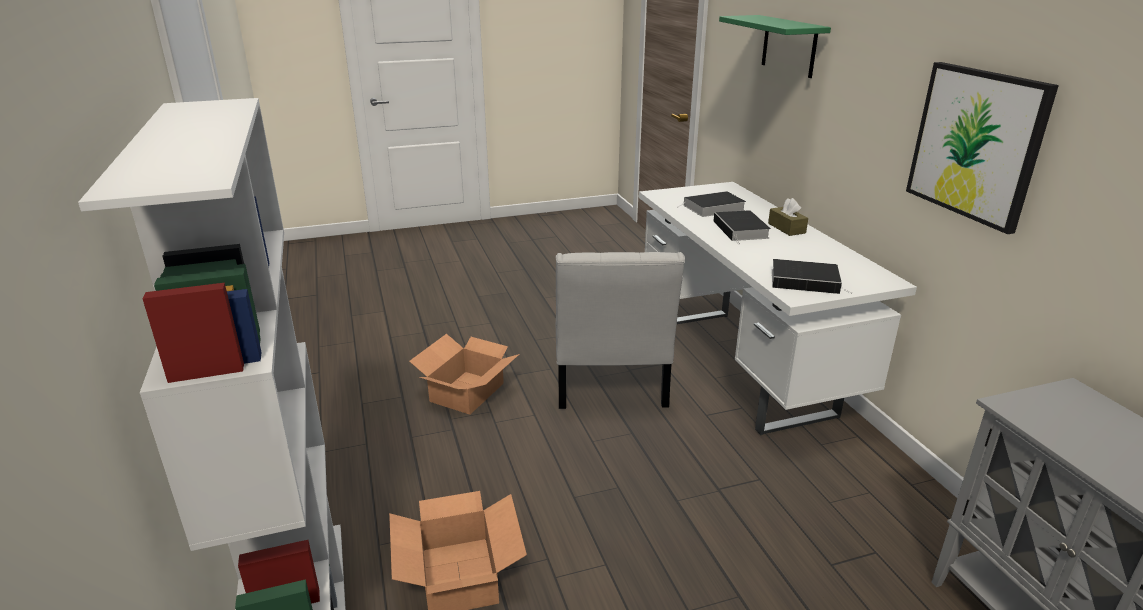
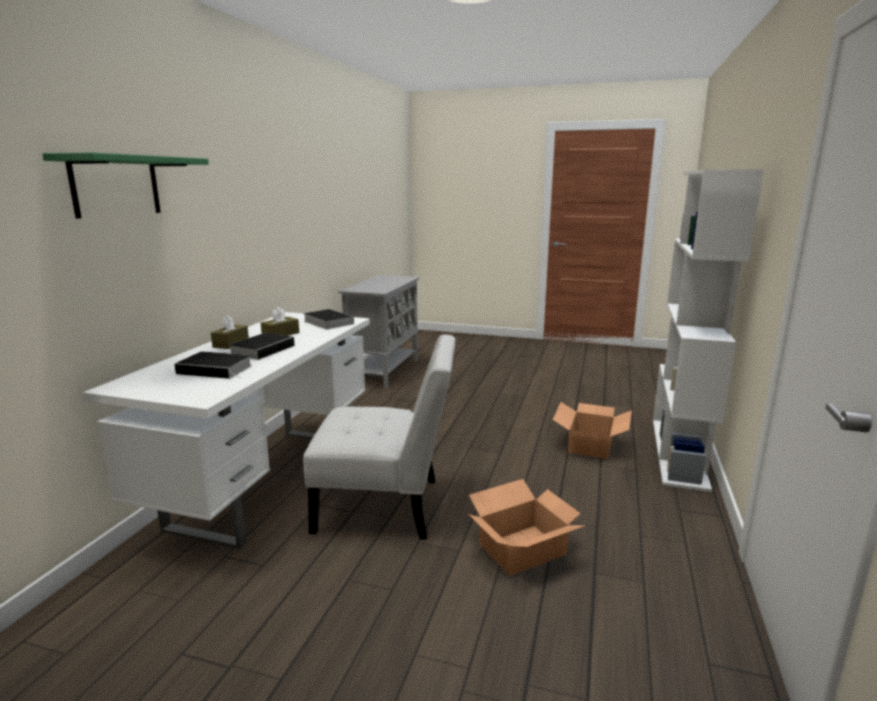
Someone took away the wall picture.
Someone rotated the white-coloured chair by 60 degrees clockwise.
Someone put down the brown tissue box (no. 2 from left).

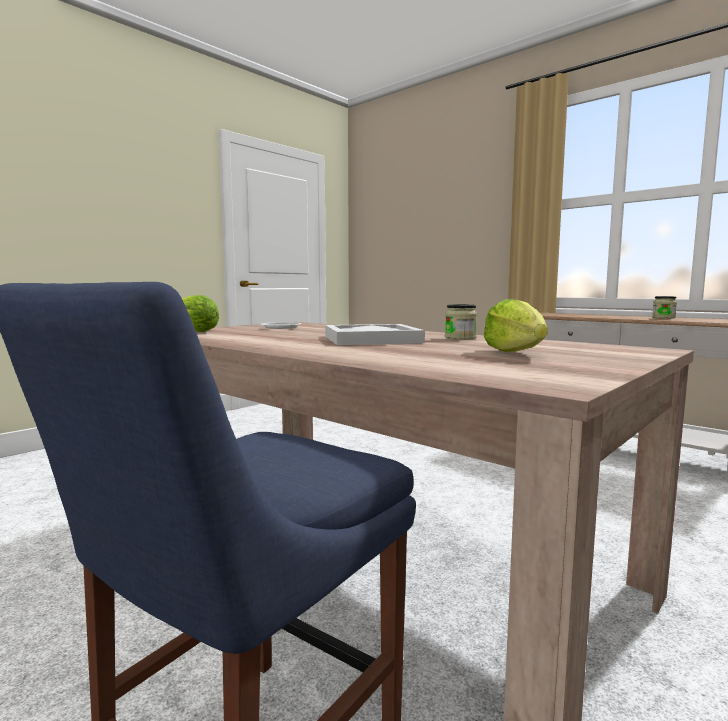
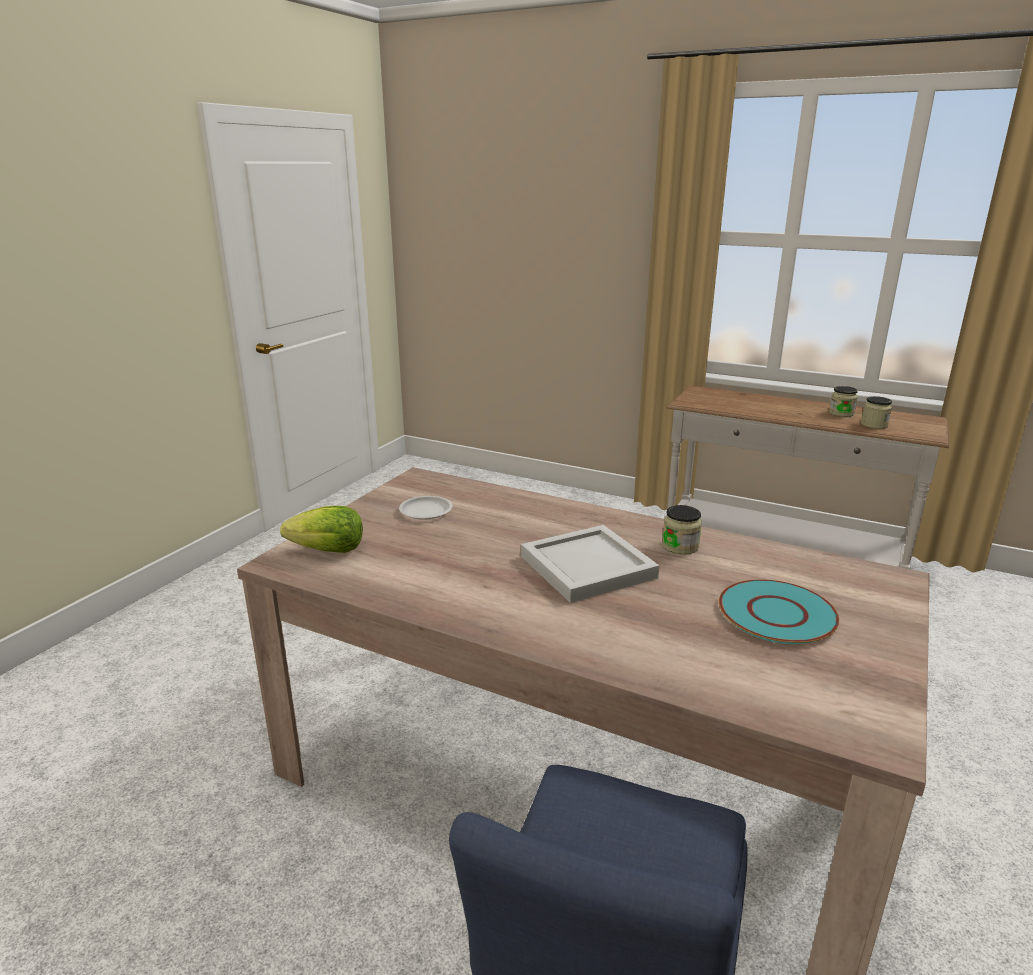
Someone swapped the head of lettuce (no. 2 from left) for the blue-green dinner plate.
Someone put down the preserve jar (no. 3 from left).

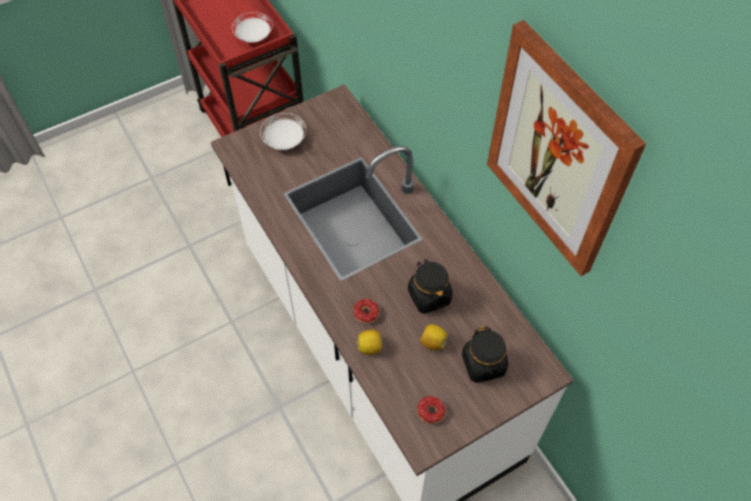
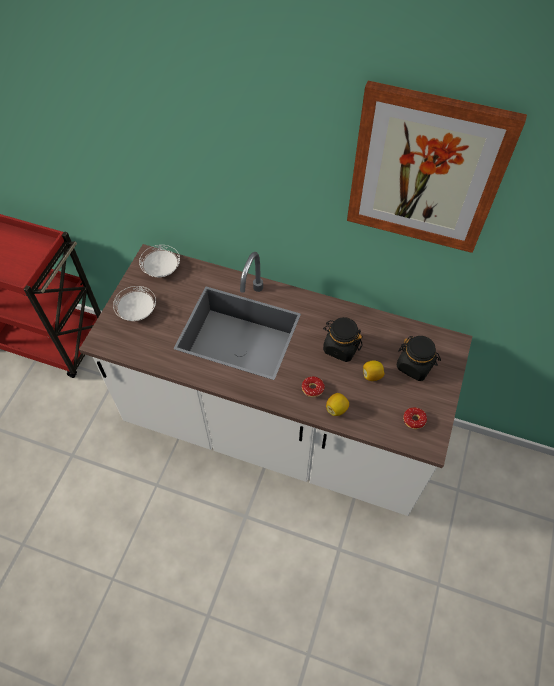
Someone carried the white-coloured dinner plate (no. 1 from left in the first image).

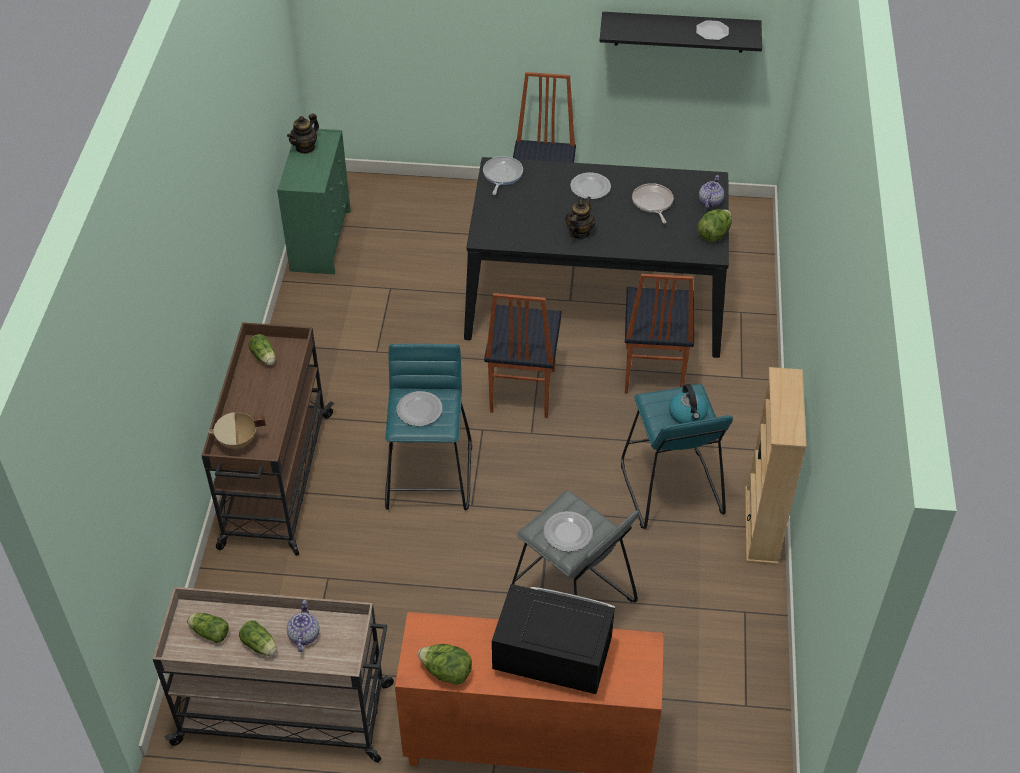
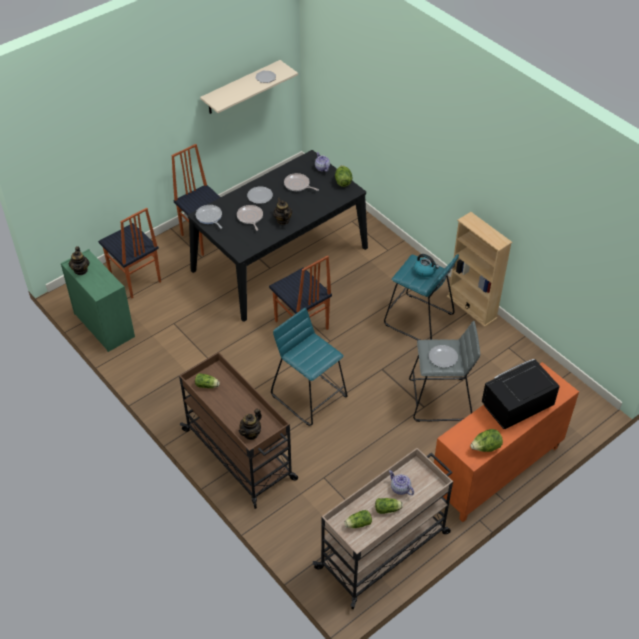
Someone repainted the black wall shelf, which became the sand-coloured wall shelf.
Someone carried the chair (no. 3 from left in the first image).
Someone took away the dinner plate (no. 1 from left).
Someone swapped the sand-coloured cooking pot for the teapot (no. 2 from left).
Someone put down the skillet (no. 2 from left).

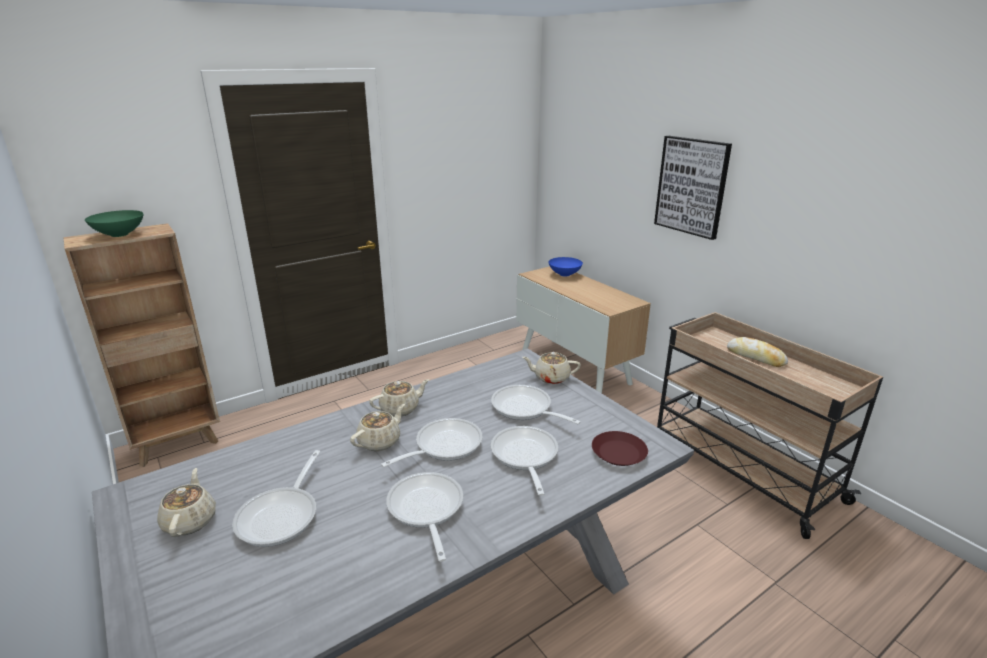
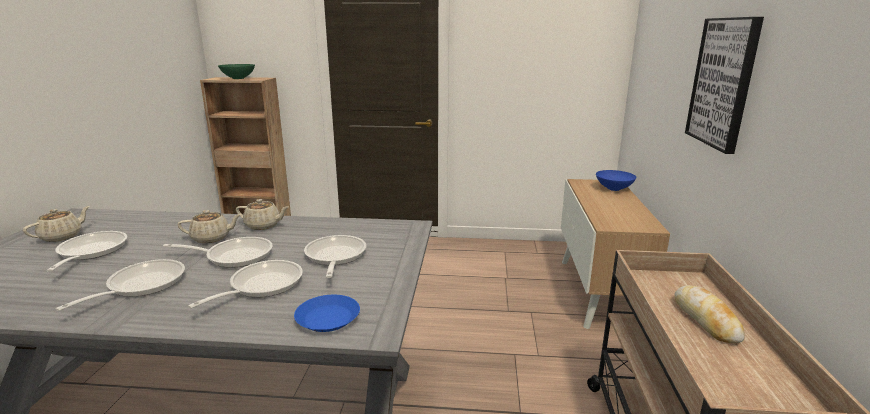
Someone took away the sand-coloured teapot (no. 4 from left).
Someone repainted the brown dinner plate, which became the blue dinner plate.
Someone rotated the skillet (no. 1 from left) by 120 degrees clockwise.

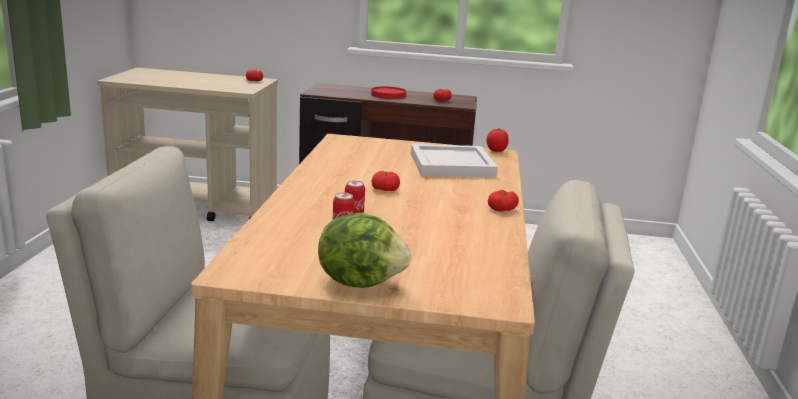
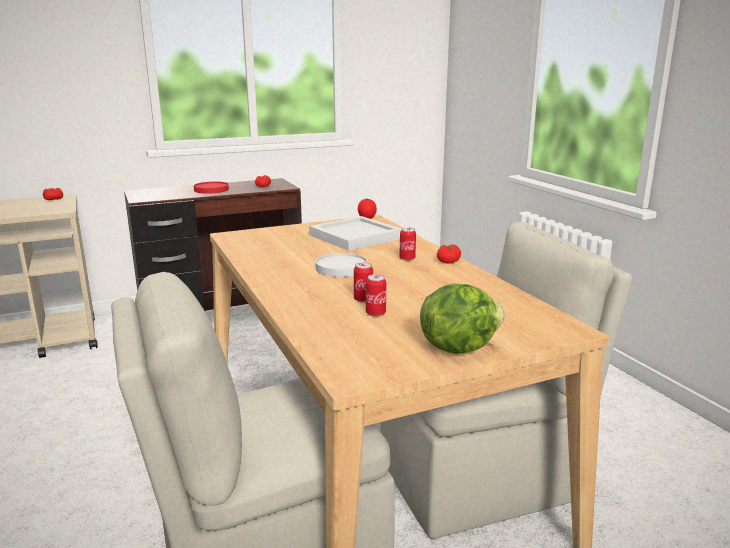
Someone swapped the tomato (no. 2 from left) for the white-coloured dinner plate.
Someone put down the sealed can (no. 3 from left).

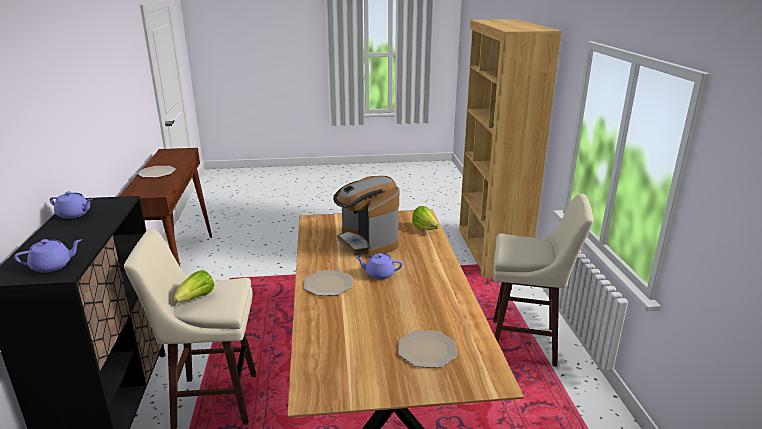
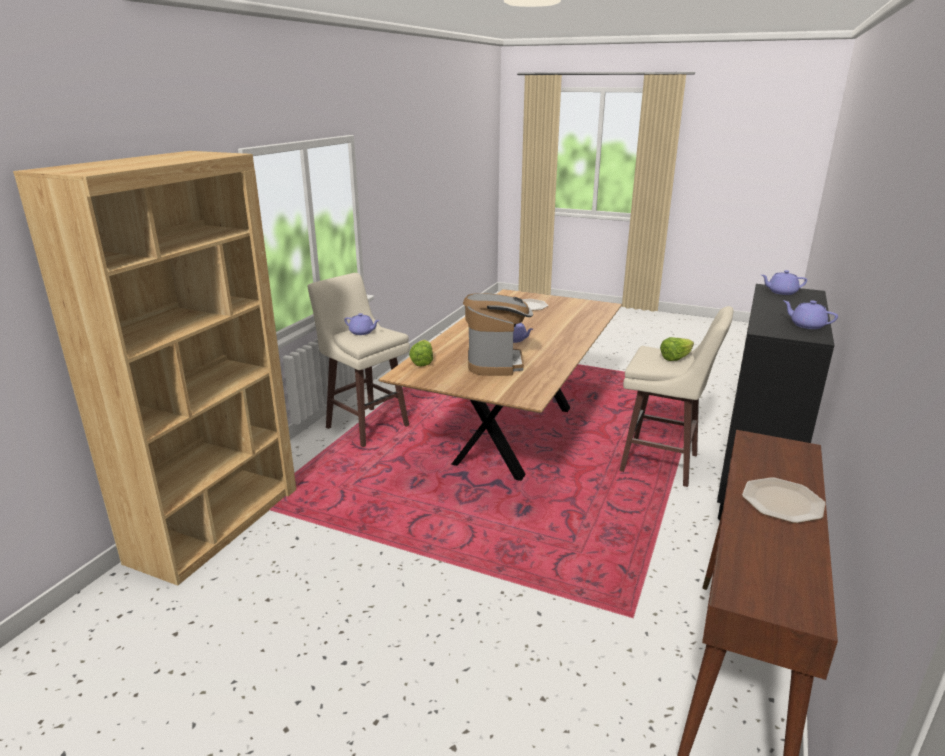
Someone took away the dinner plate (no. 2 from left).
Someone put down the purple teapot (no. 1 from left).

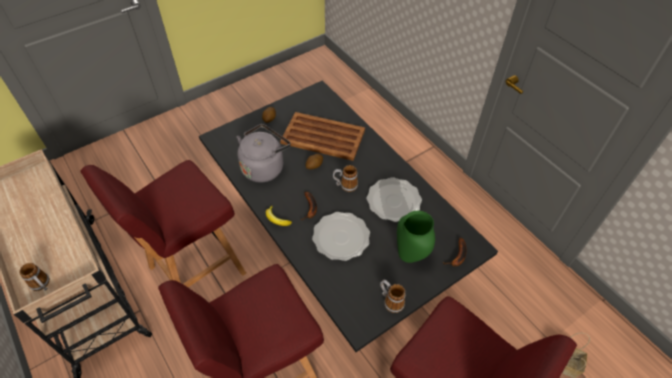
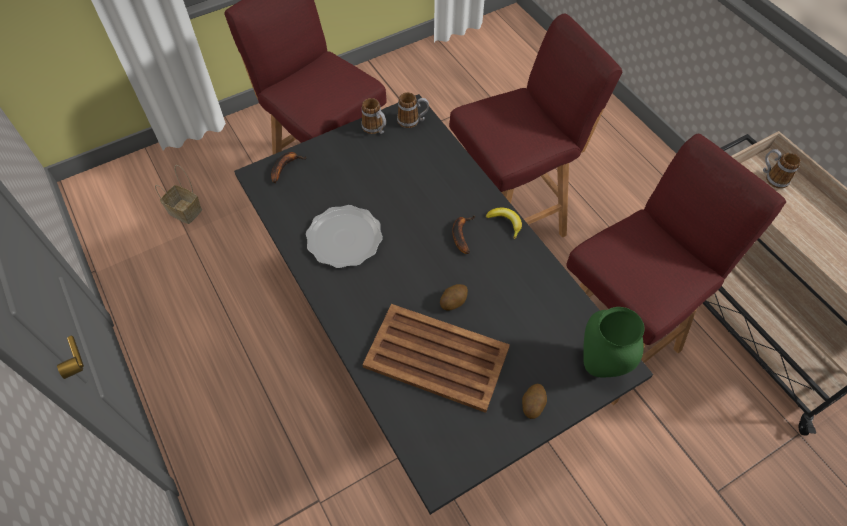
Someone took away the greyish tea kettle.
Someone carried the mug (no. 2 from left).
Someone carried the green-coloured decorative vase.
Someone took away the dinner plate (no. 1 from left).

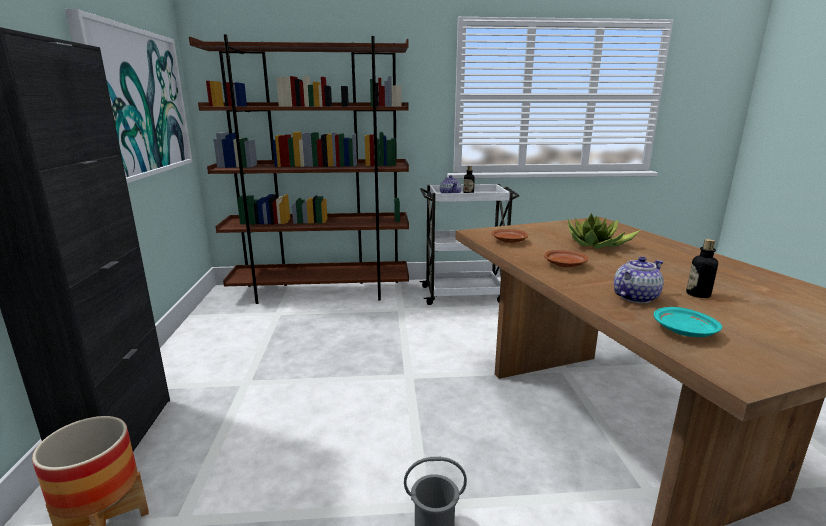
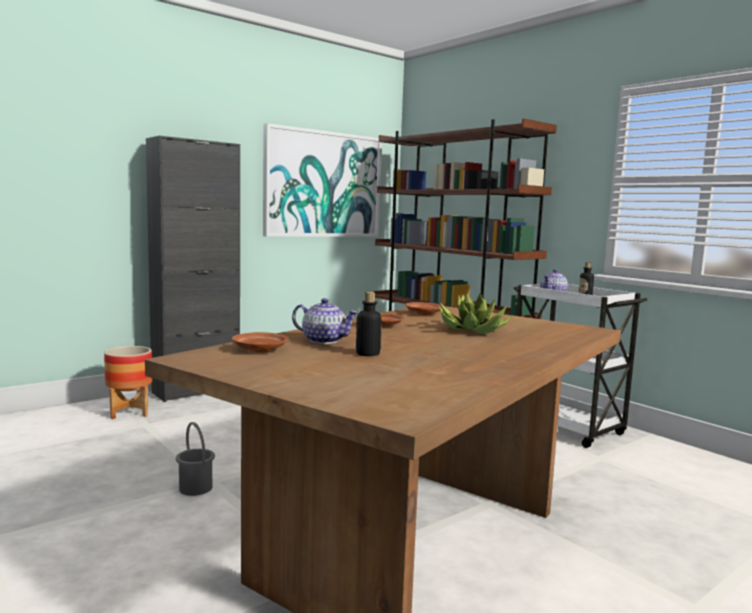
Someone repainted the blue-green dinner plate, which became the brown dinner plate (no. 1 from left).

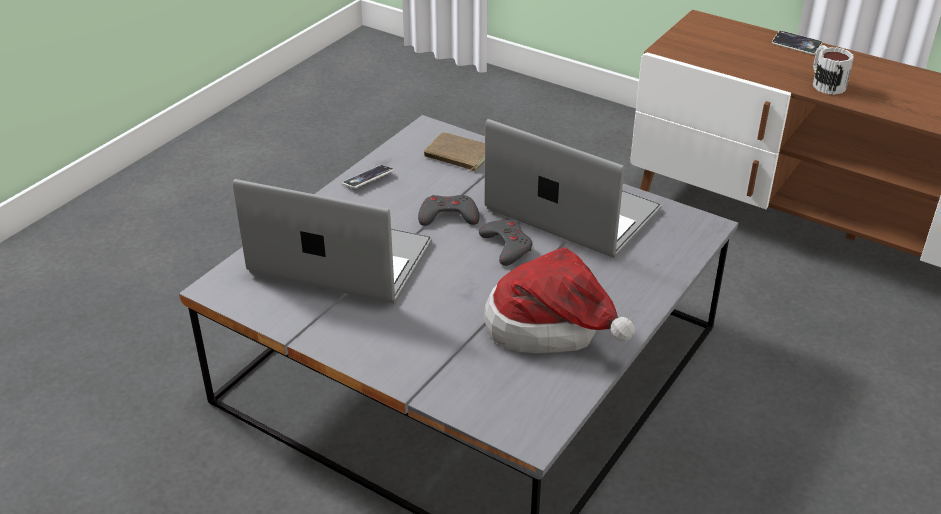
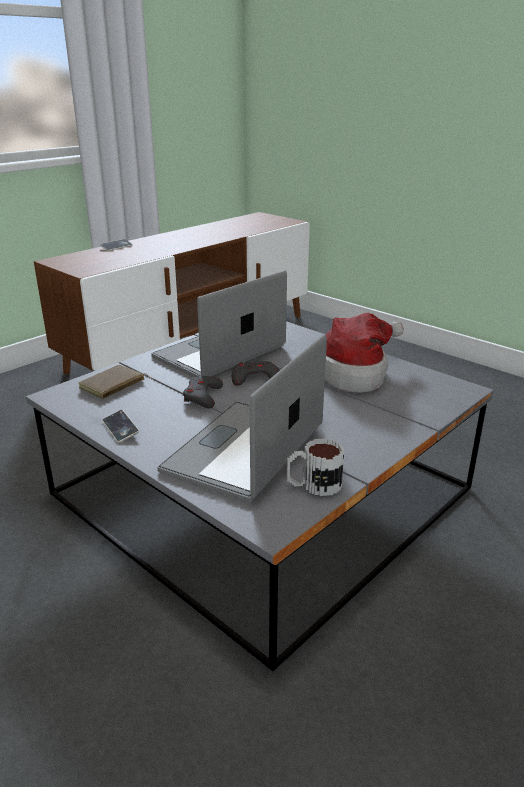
Someone carried the mug.

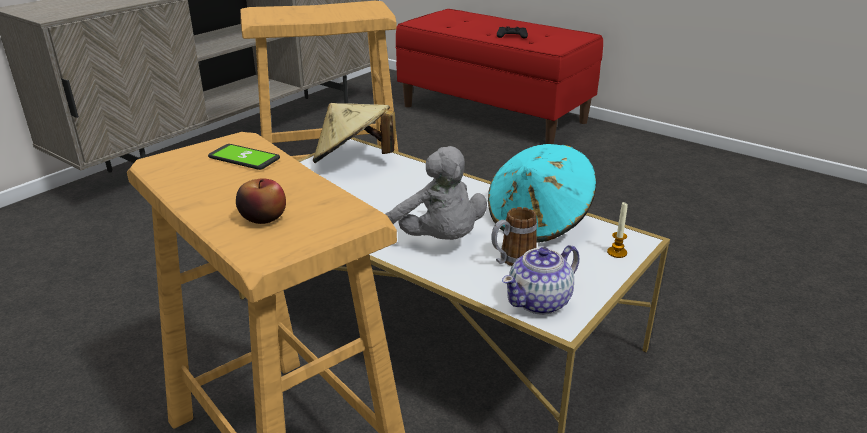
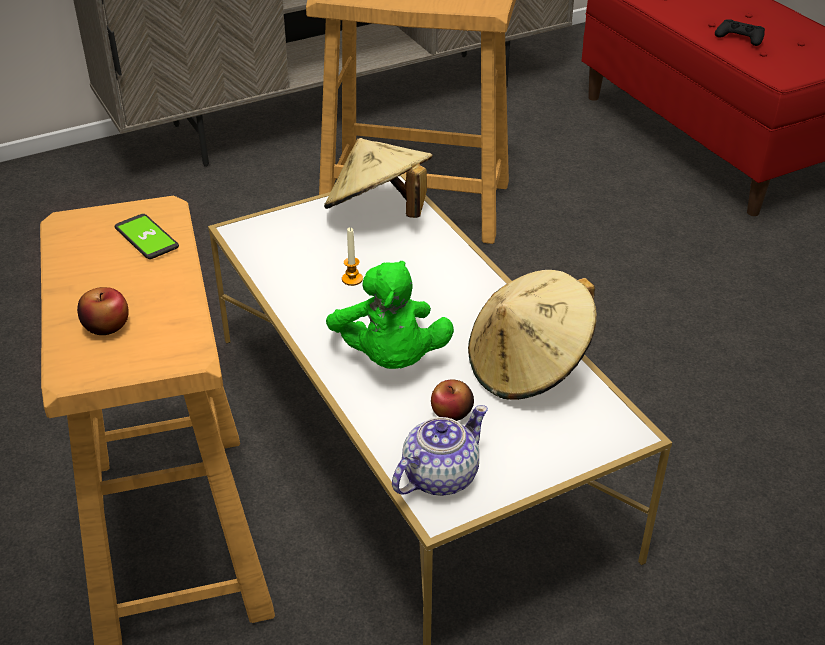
Someone repainted the blue-green clothing hat, which became the sand-coloured clothing hat (no. 2 from left).
Someone repainted the greyish cuddly toy, which became the green-coloured cuddly toy.
Someone carried the wax candle.
Someone swapped the mug for the apple fruit (no. 2 from left).
Someone rotated the teapot by 150 degrees clockwise.

